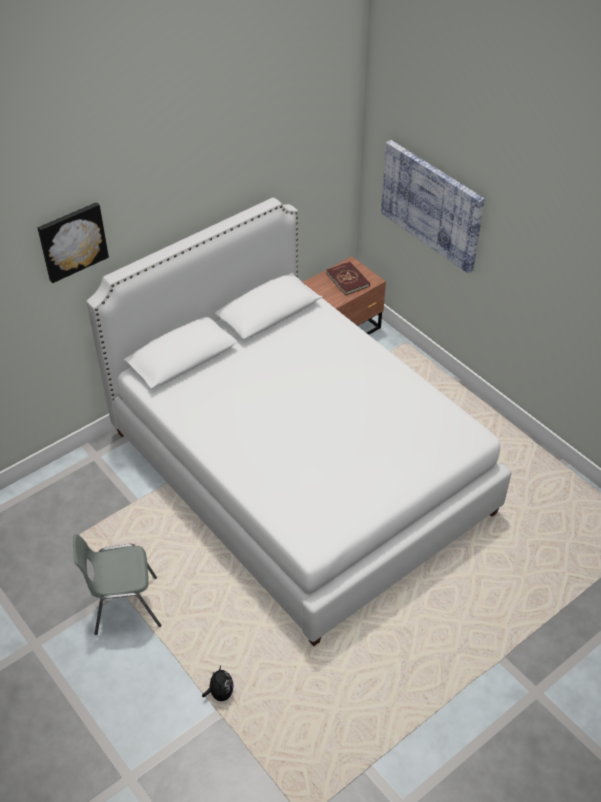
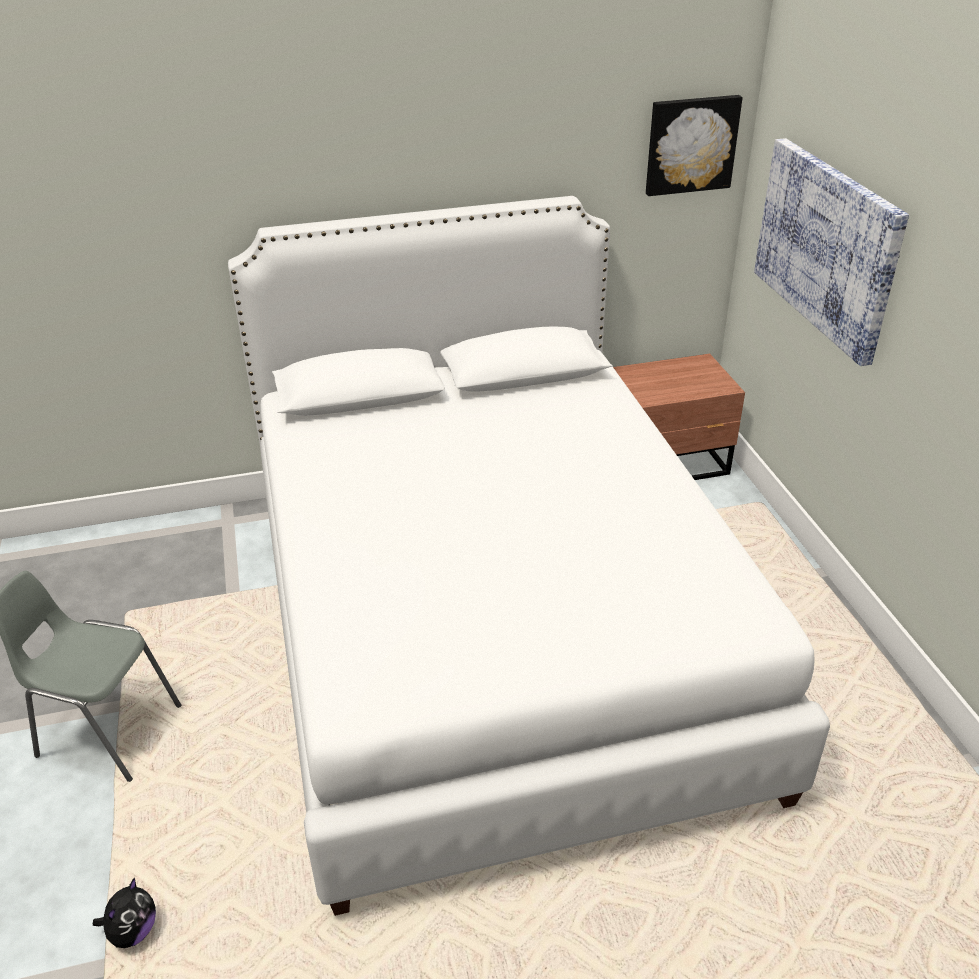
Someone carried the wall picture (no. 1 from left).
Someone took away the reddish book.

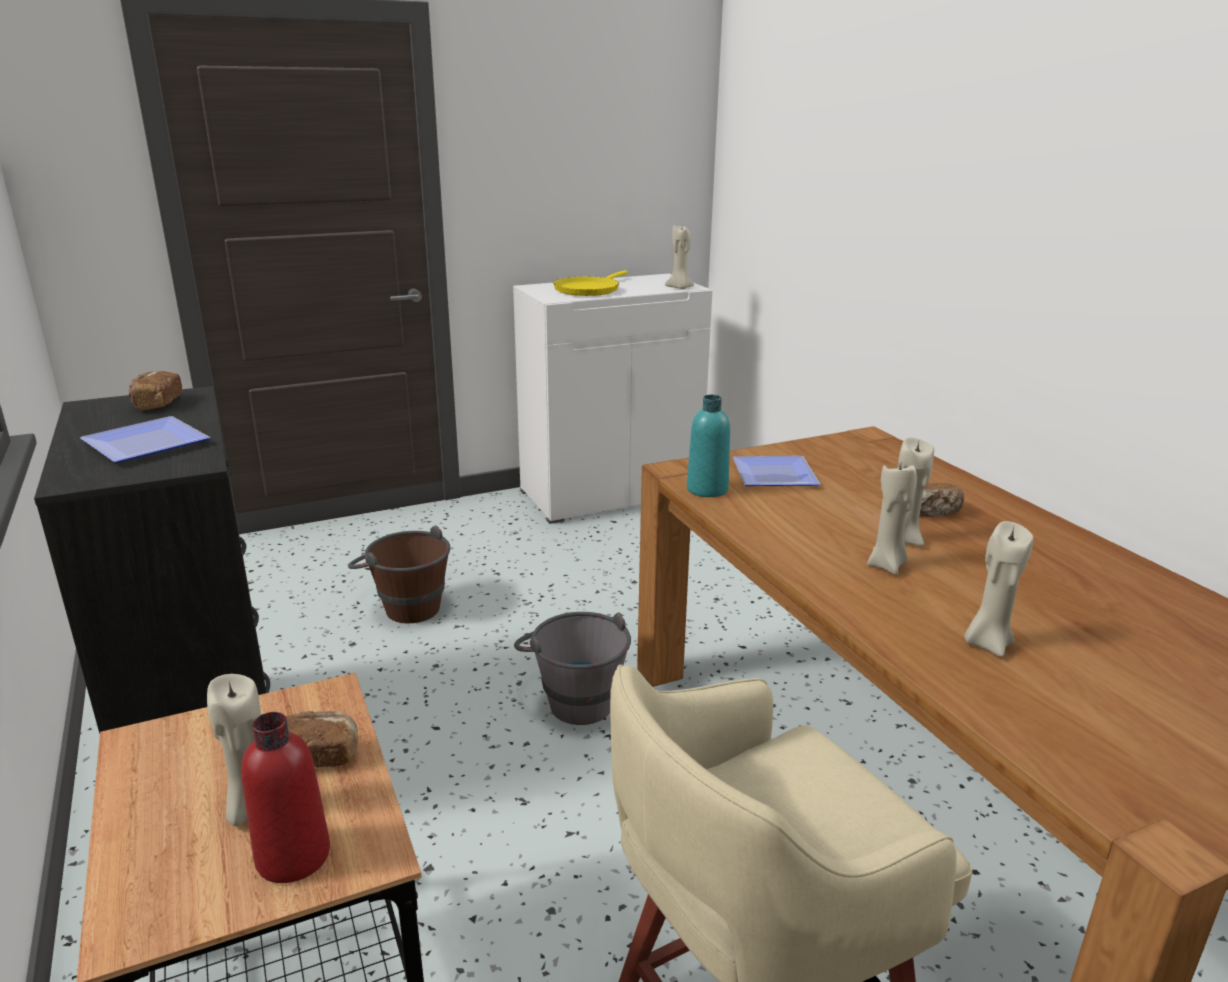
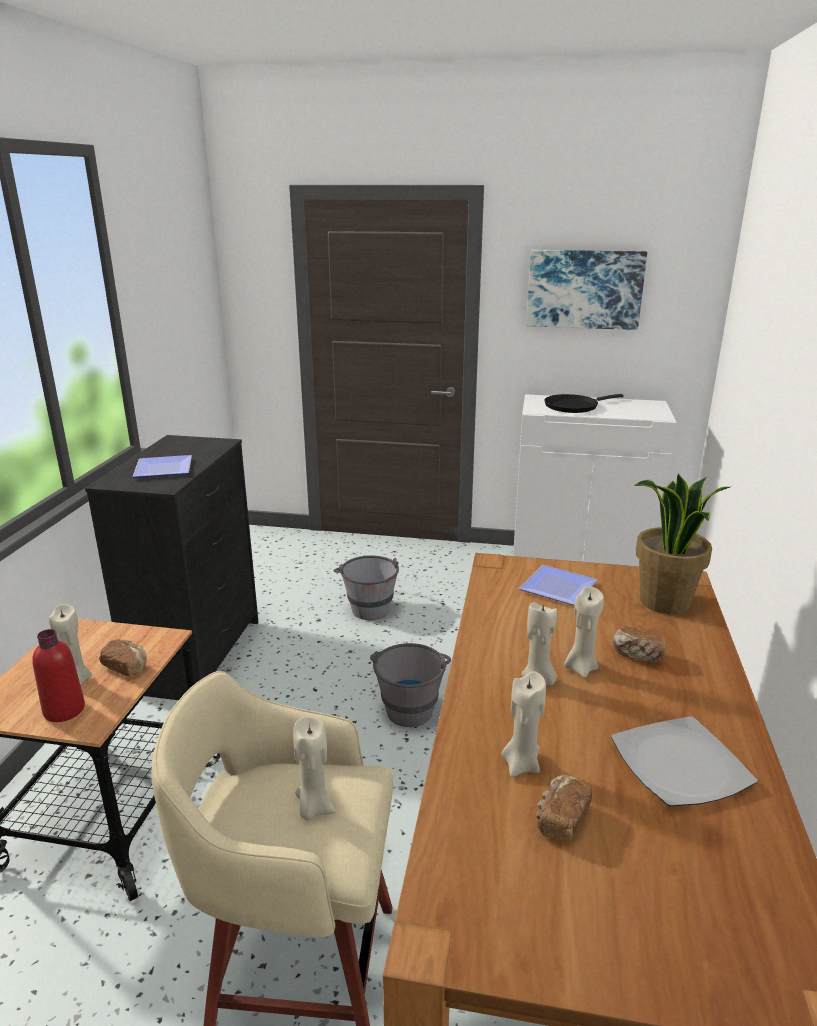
Someone carried the sand-coloured wax candle (no. 2 from left).
Someone repainted the yellow skillet, which became the black skillet.
Someone carried the bread (no. 1 from left in the first image).
Someone took away the blue-green bottle.
Someone repainted the brown bucket, which became the greyish bucket (no. 1 from left).
Someone put up the wall picture.
Someone put down the plant in a pot.
Someone put down the dinner plate (no. 3 from left).

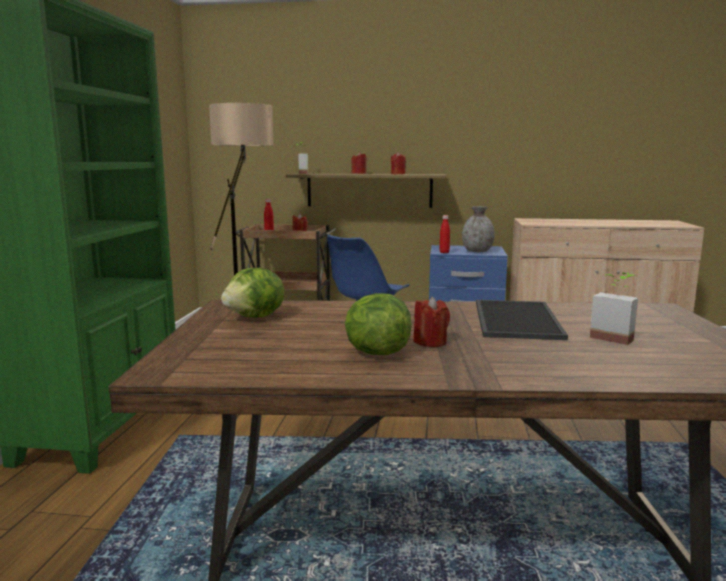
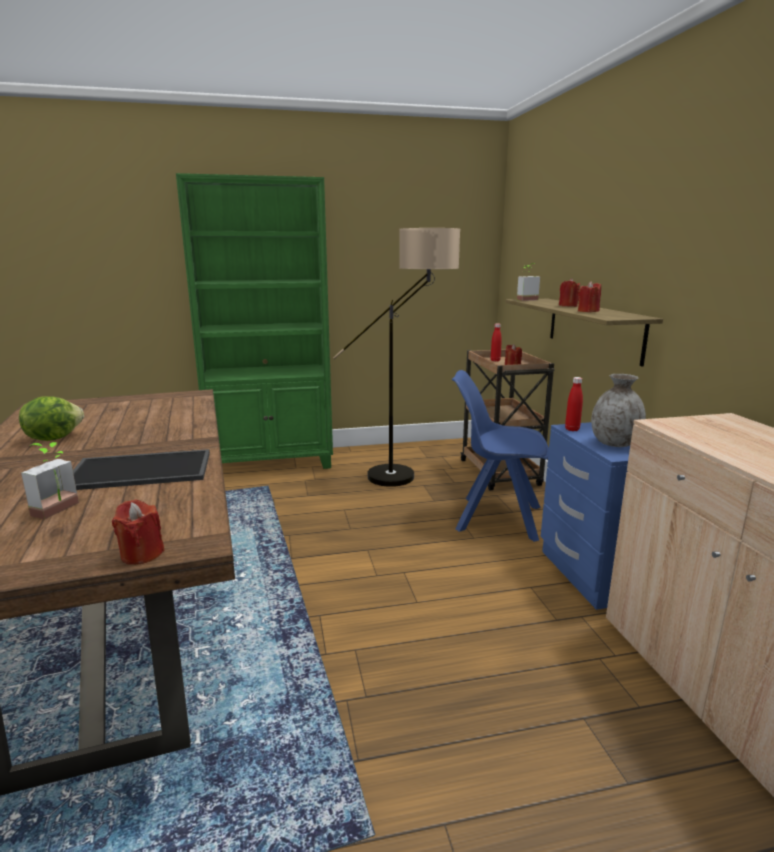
Someone took away the head of lettuce (no. 1 from left).
Someone carried the reddish wax candle (no. 4 from left in the first image).

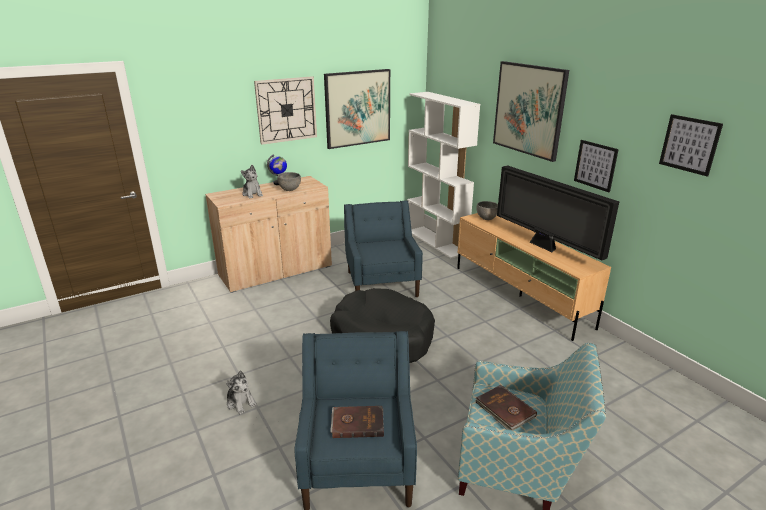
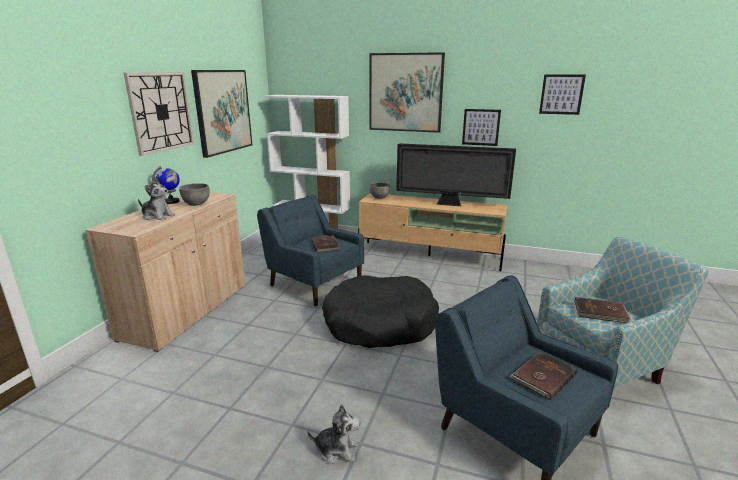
Someone put down the brown book (no. 1 from left).

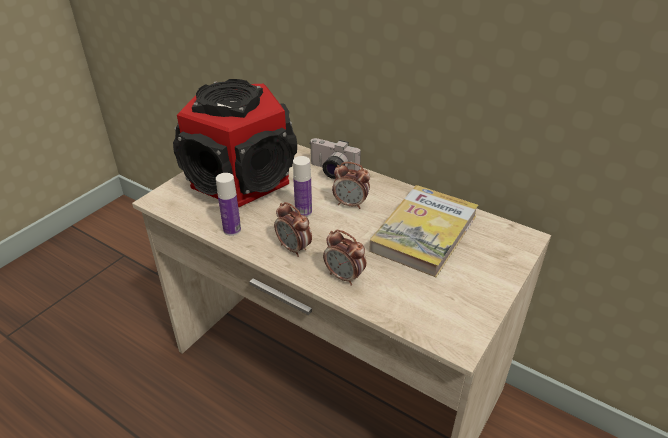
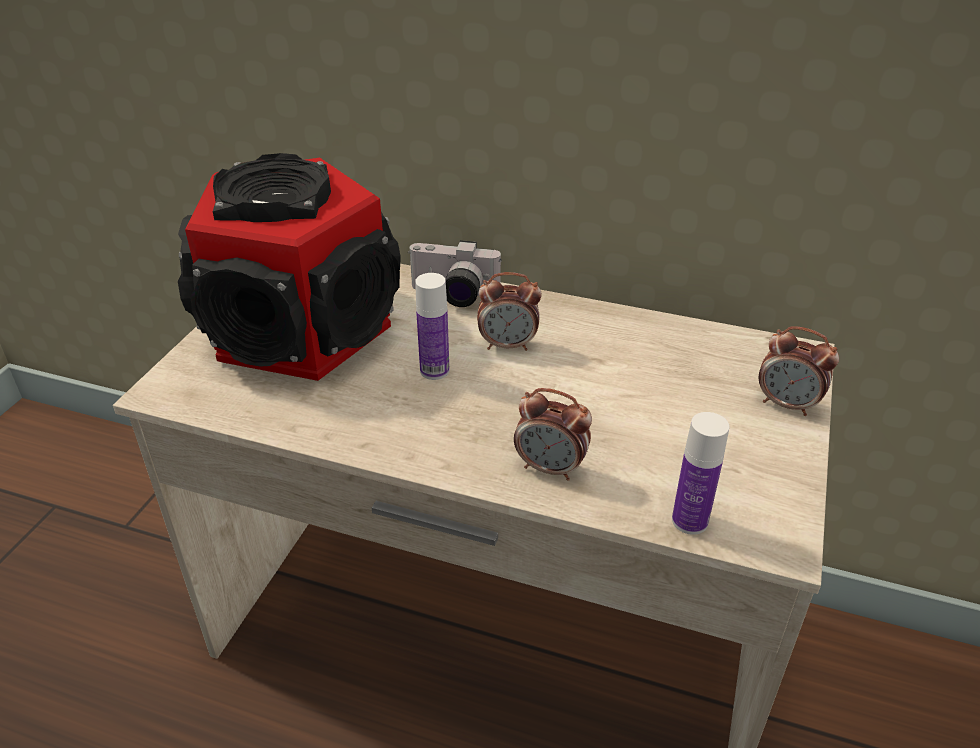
Someone carried the bottle (no. 1 from left in the first image).
Someone took away the book.
Someone carried the alarm clock (no. 1 from left in the first image).

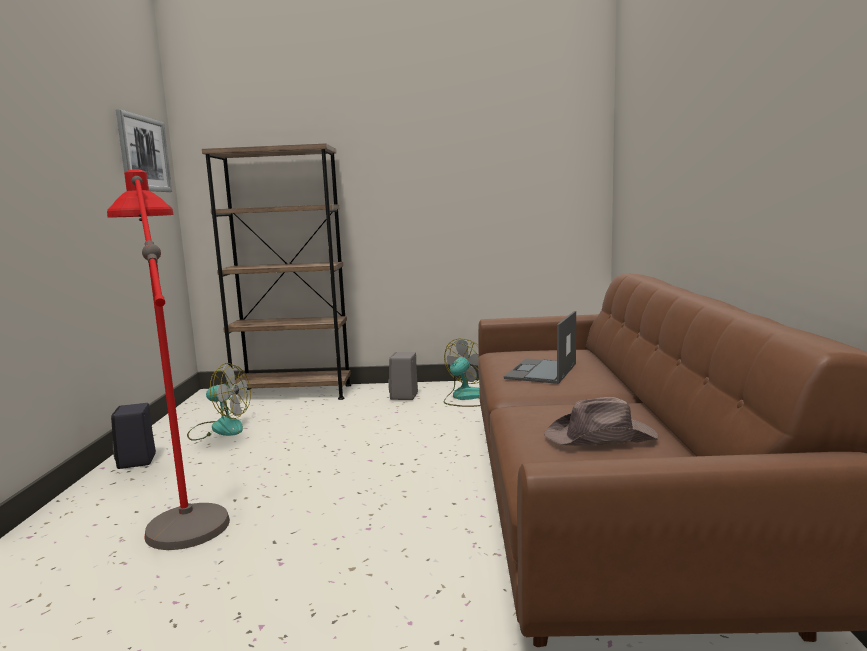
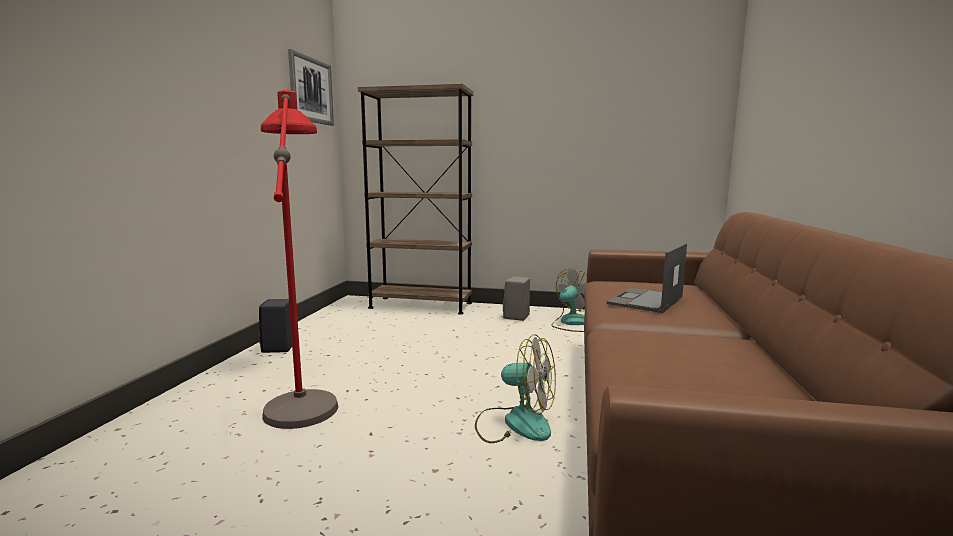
Someone carried the cooling fan (no. 1 from left).
Someone took away the brown clothing hat.

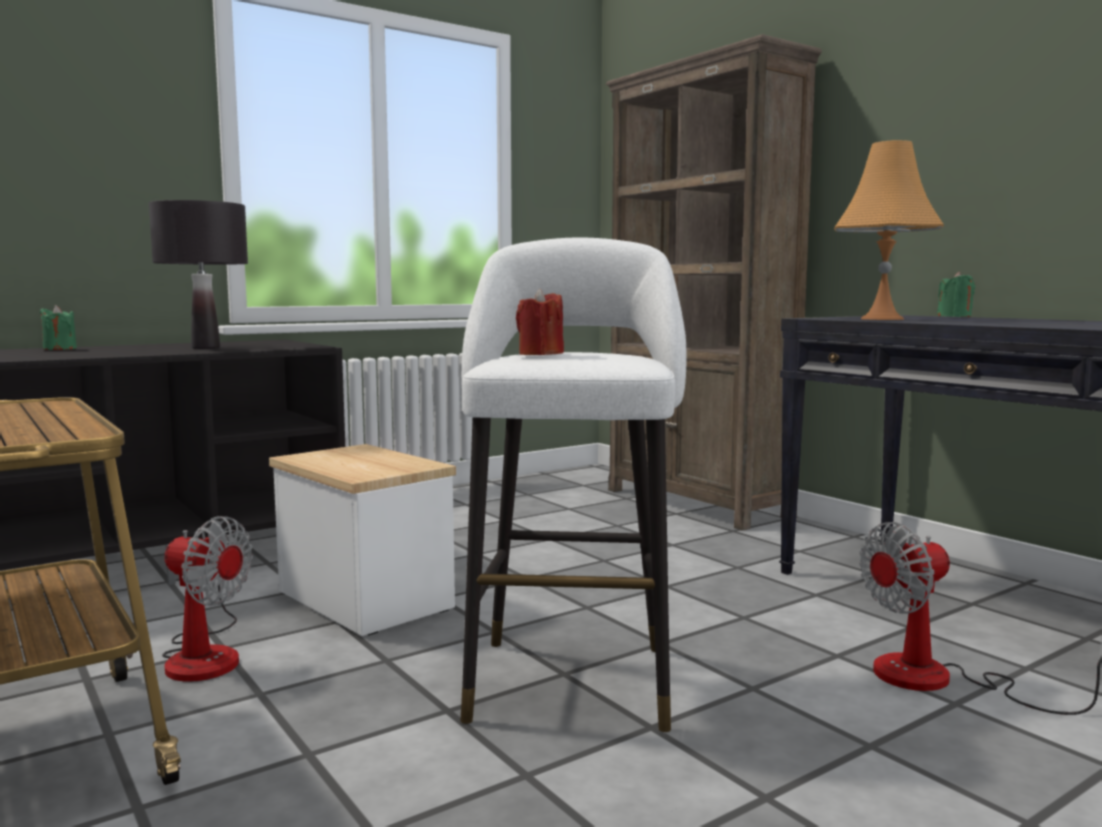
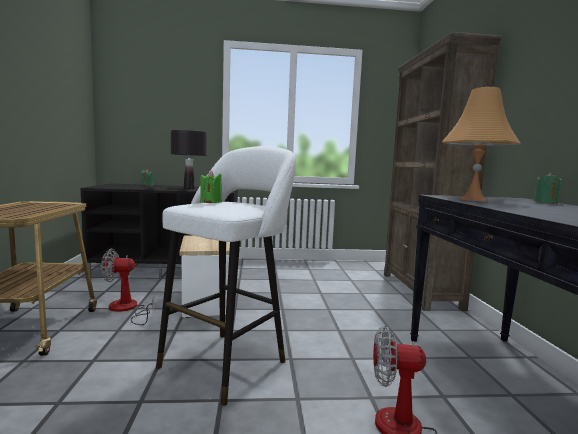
Someone repainted the reddish wax candle, which became the green-coloured wax candle (no. 2 from left).
Someone rotated the cooling fan (no. 1 from left) by 120 degrees clockwise.

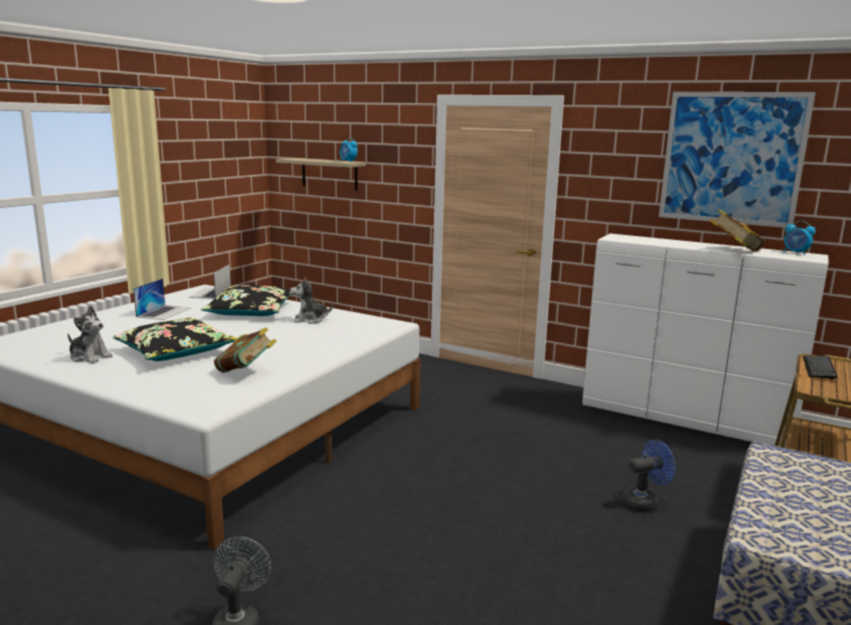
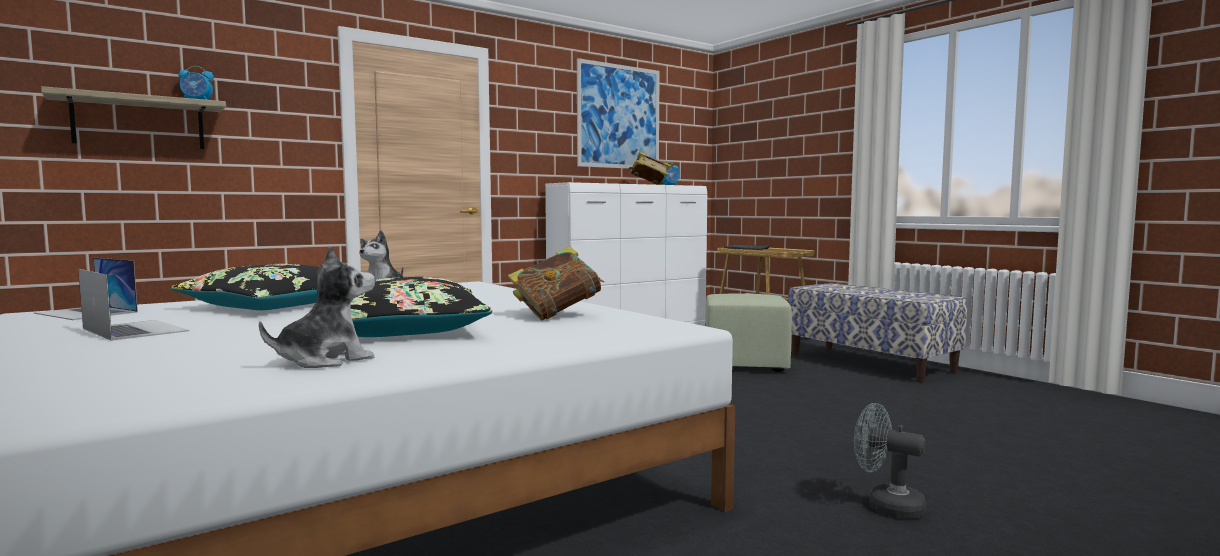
Someone swapped the blue cooling fan for the green-coloured ottoman.

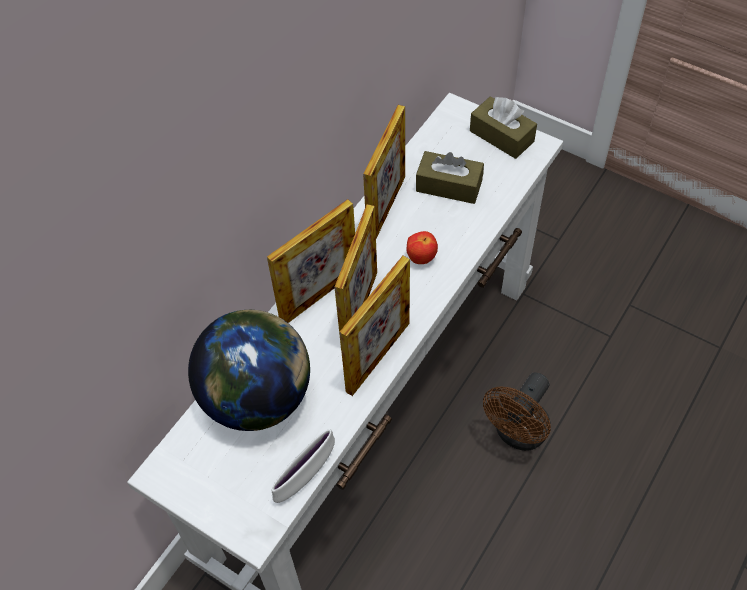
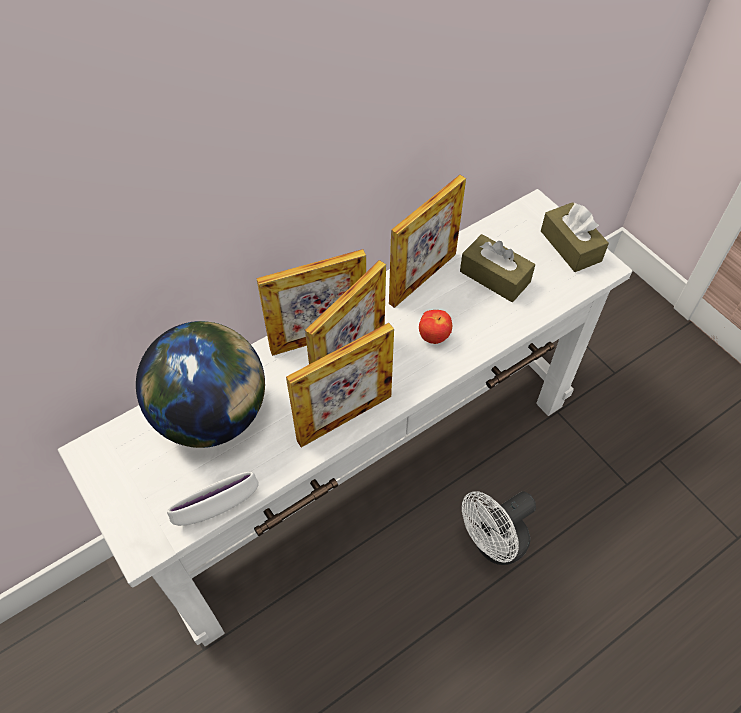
Someone repainted the brown cooling fan, which became the white-coloured cooling fan.

